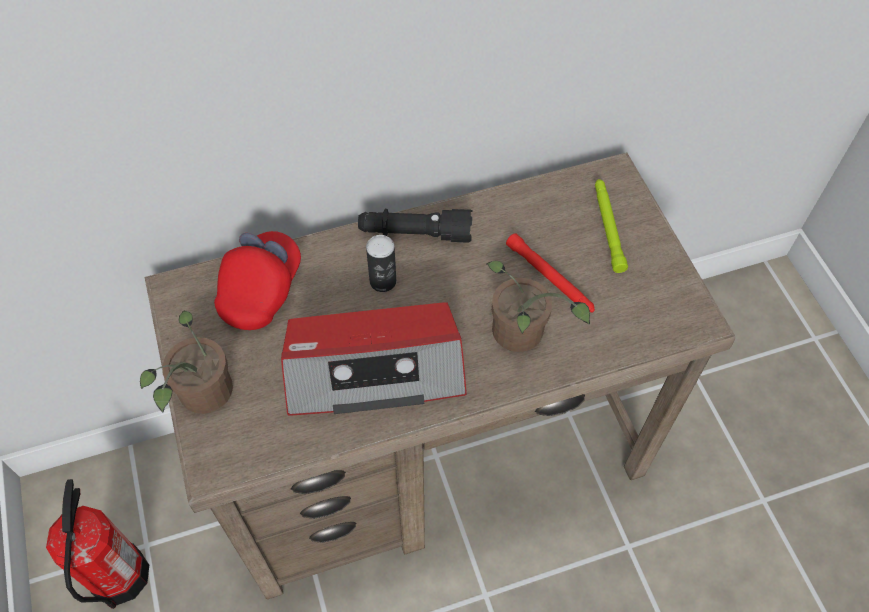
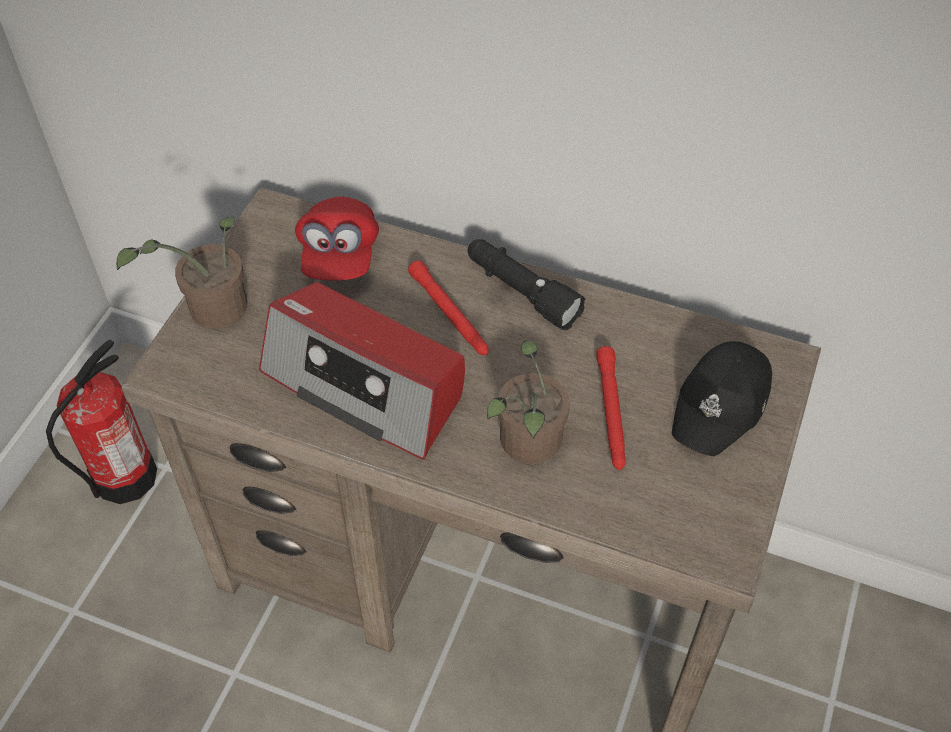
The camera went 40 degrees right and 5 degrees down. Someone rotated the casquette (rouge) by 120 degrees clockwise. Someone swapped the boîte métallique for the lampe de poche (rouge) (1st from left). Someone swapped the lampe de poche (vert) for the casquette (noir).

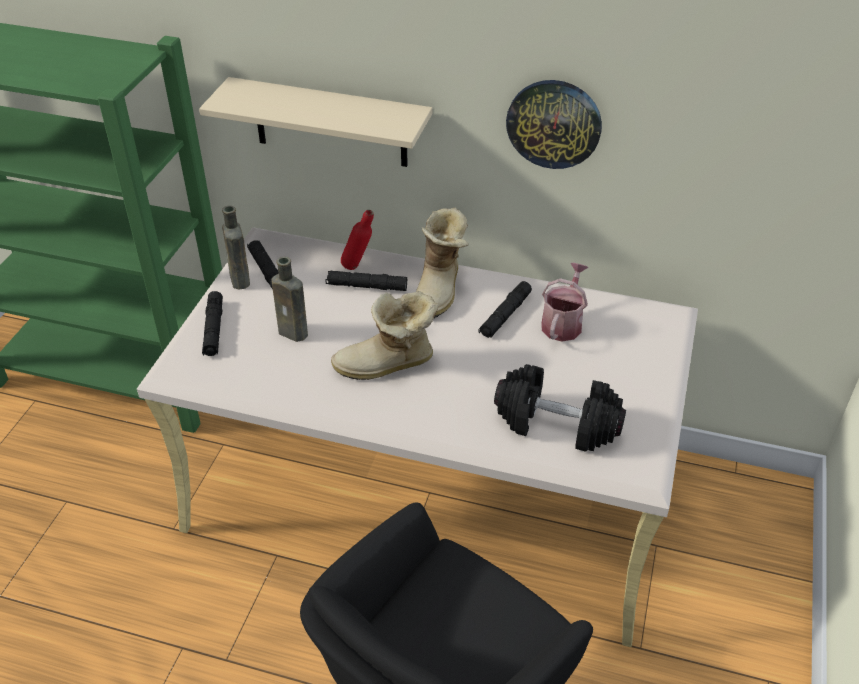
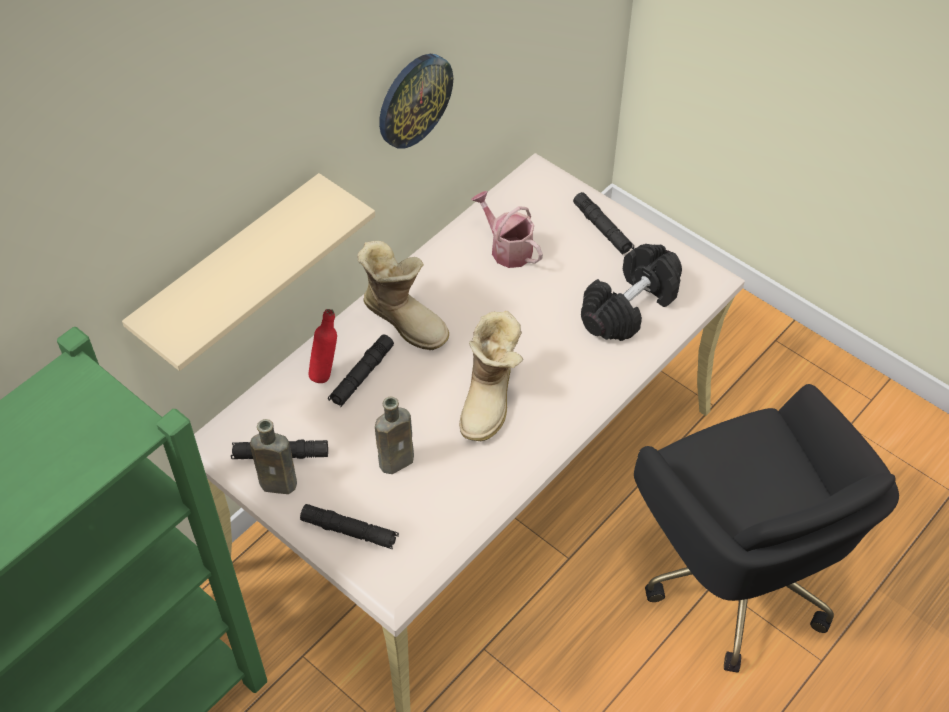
The camera went 65 degrees left and 10 degrees up. Someone carried the lampe de poche (noir) (4th from left).

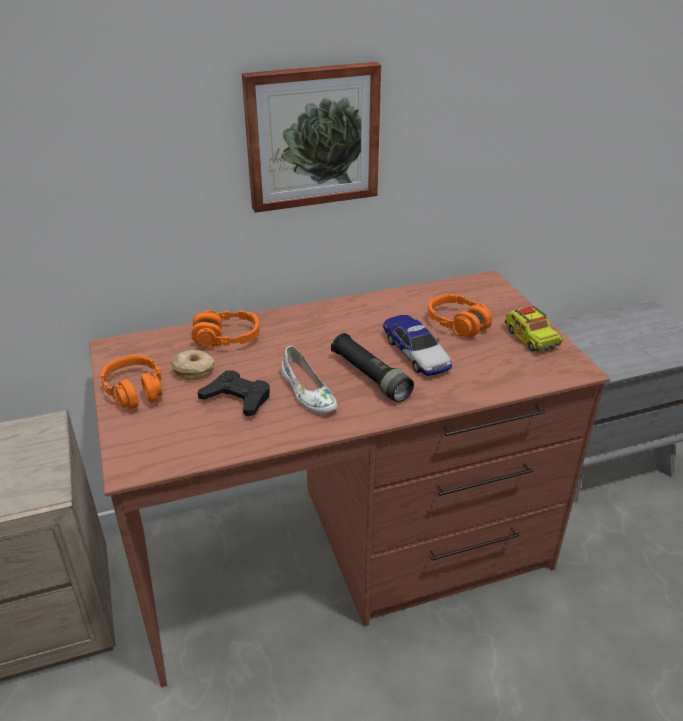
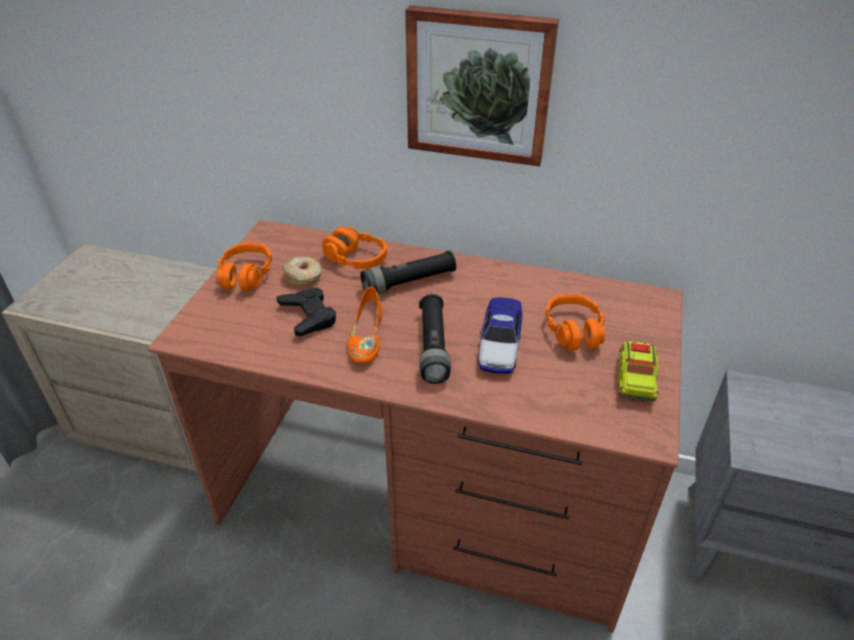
The camera went 35 degrees right and 5 degrees up. Someone repainted the chaussure (blanc), which became the chaussure (orange). Someone put down the lampe de poche (noir) (1st from left).

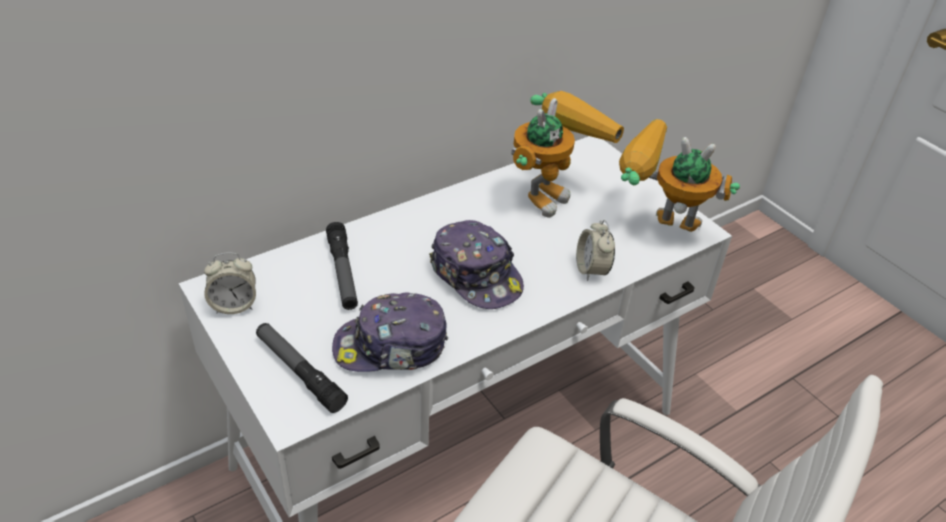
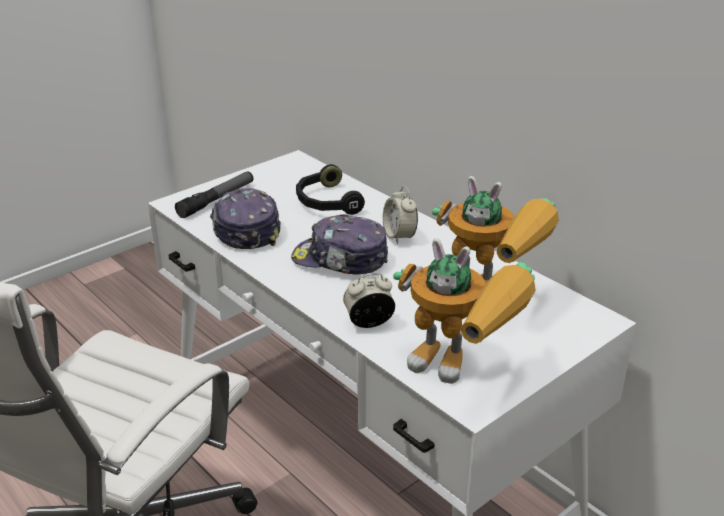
The camera went 85 degrees right and 10 degrees down. Someone carried the réveil (1st from left in the first image). Someone swapped the lampe de poche (2nd from left) for the casque audio (noir). Someone rotated the casquette (2nd from left) by 60 degrees clockwise. Someone rotated the robot jouet (2nd from left in the first image) by 105 degrees clockwise.

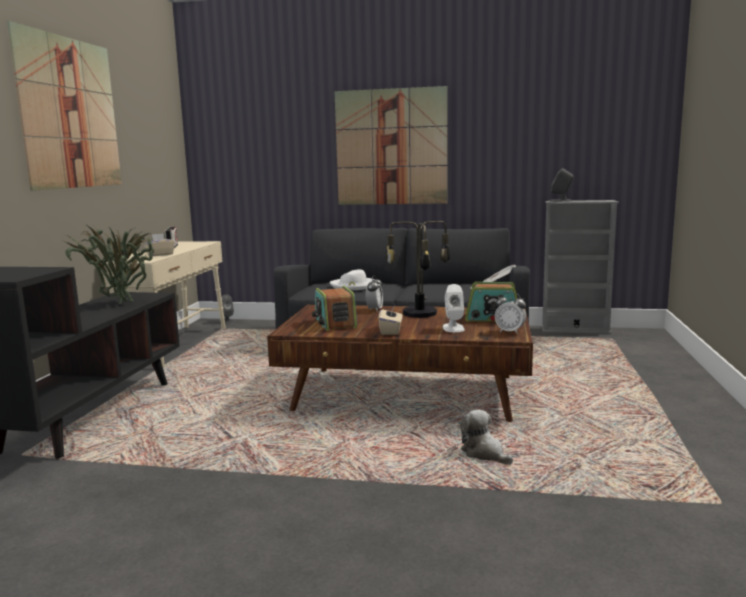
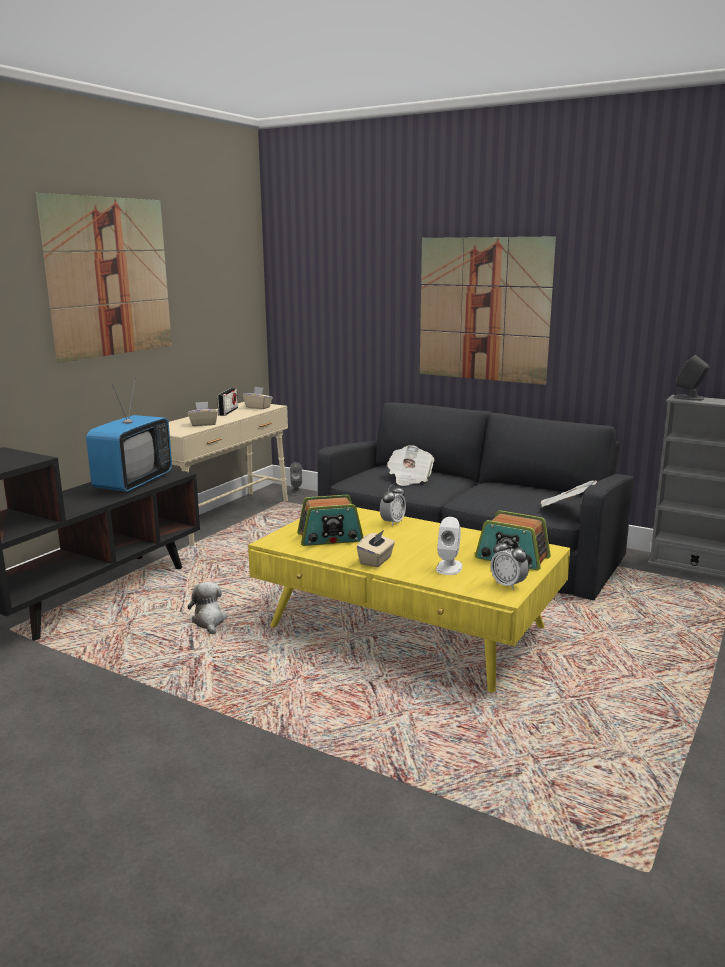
The camera went 20 degrees right and 5 degrees up. Someone swapped the plante en pot for the téléviseur. Someone repainted the table basse (marron), which became the table basse (jaune). Someone rotated the radio (2nd from left) by 105 degrees counterclockwise. Someone swapped the chapeau (blanc) for the journal (1st from left). Someone took away the lampe de table. Someone carried the peluche. Someone put down the boîte à mouchoirs (beige) (2nd from left).

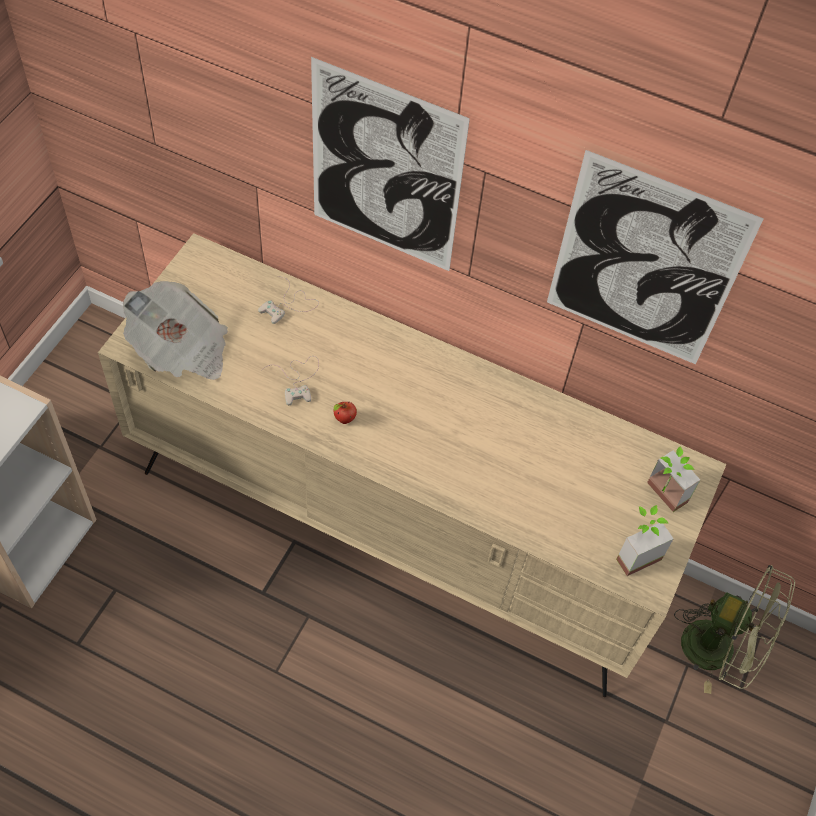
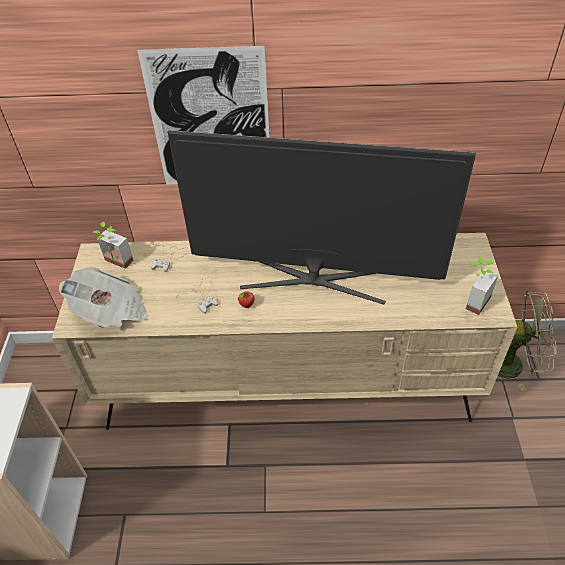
The camera went 20 degrees left and 10 degrees down. Someone took away the tableau (2nd from left). Someone carried the plante en pot (2nd from left in the first image). Someone put down the téléviseur.

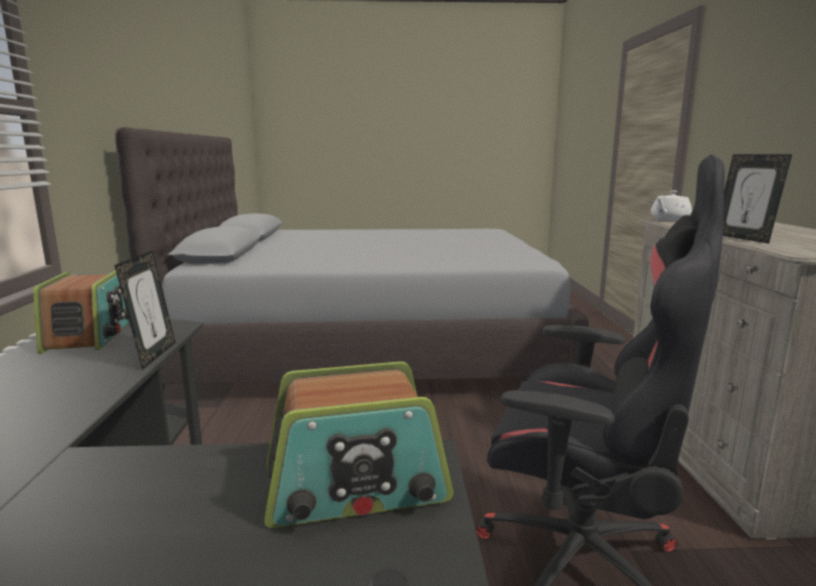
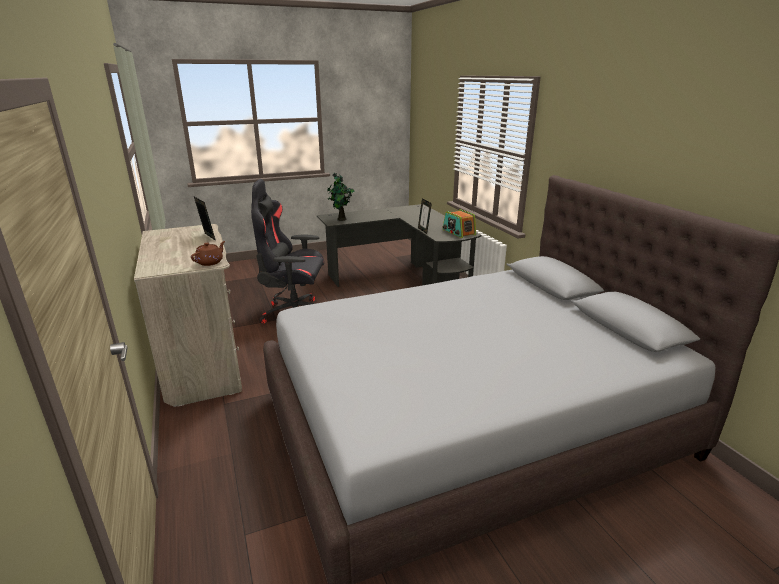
The camera went 160 degrees right and 10 degrees up. Someone swapped the radio (2nd from left) for the plante en pot. Someone repainted the théière (blanc), which became the théière (marron).

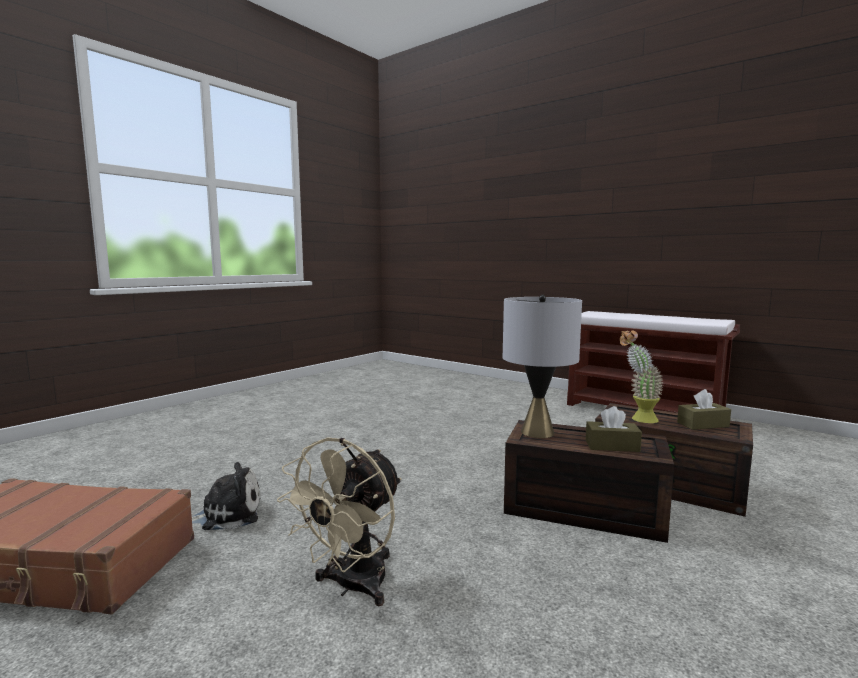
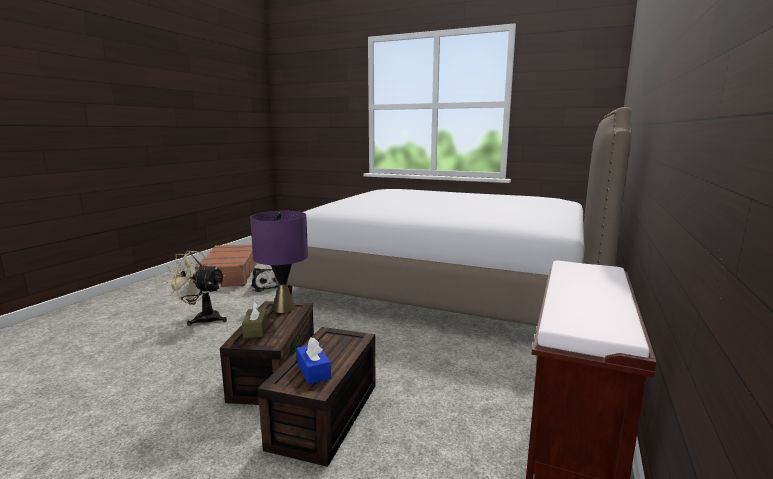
The camera went 75 degrees right and 5 degrees up. Someone repainted the lampe de table (gris), which became the lampe de table (violet). Someone took away the plante en pot. Someone repainted the boîte à mouchoirs (marron) (2nd from left), which became the boîte à mouchoirs (bleu). Someone put down the lit.

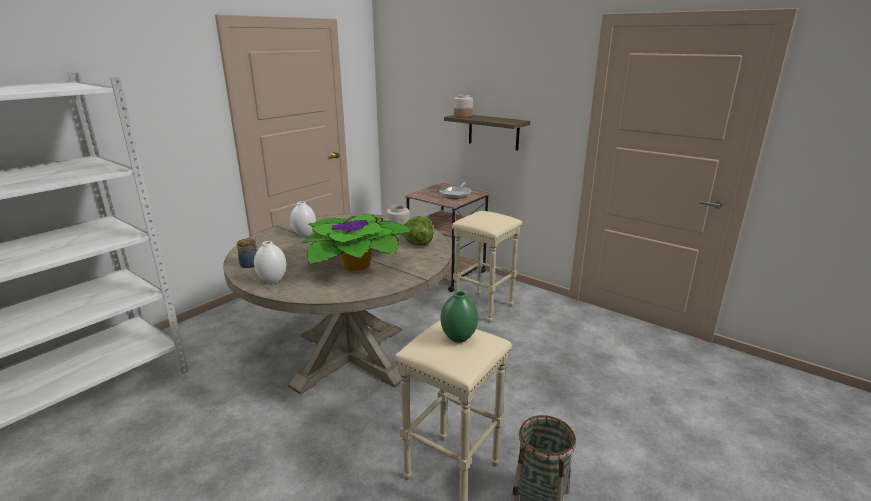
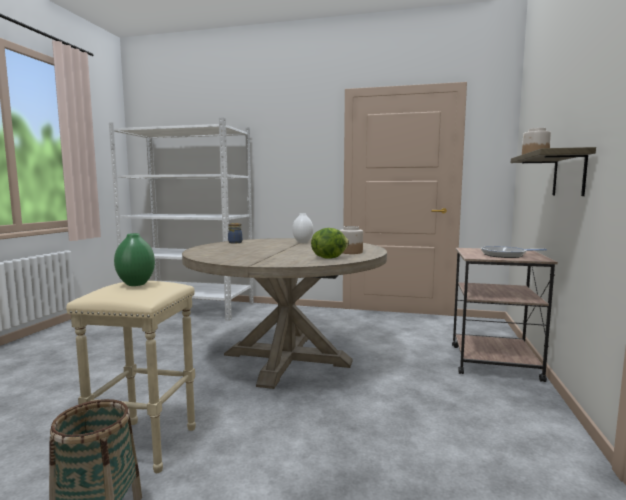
The camera went 65 degrees right and 15 degrees down. Someone took away the vase (blanc) (1st from left). Someone took away the plante en pot. Someone took away the tabouret (beige) (2nd from left).

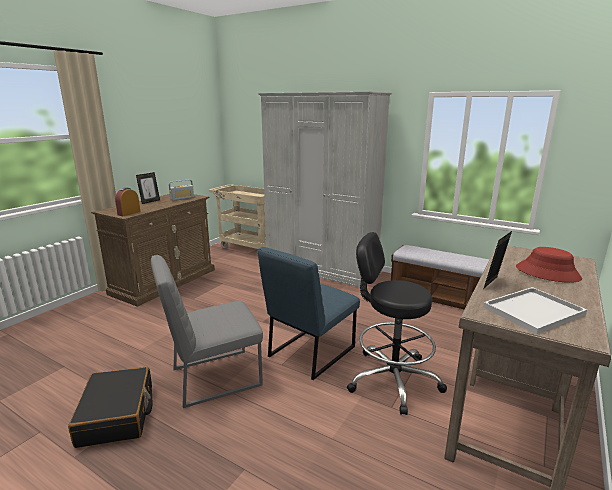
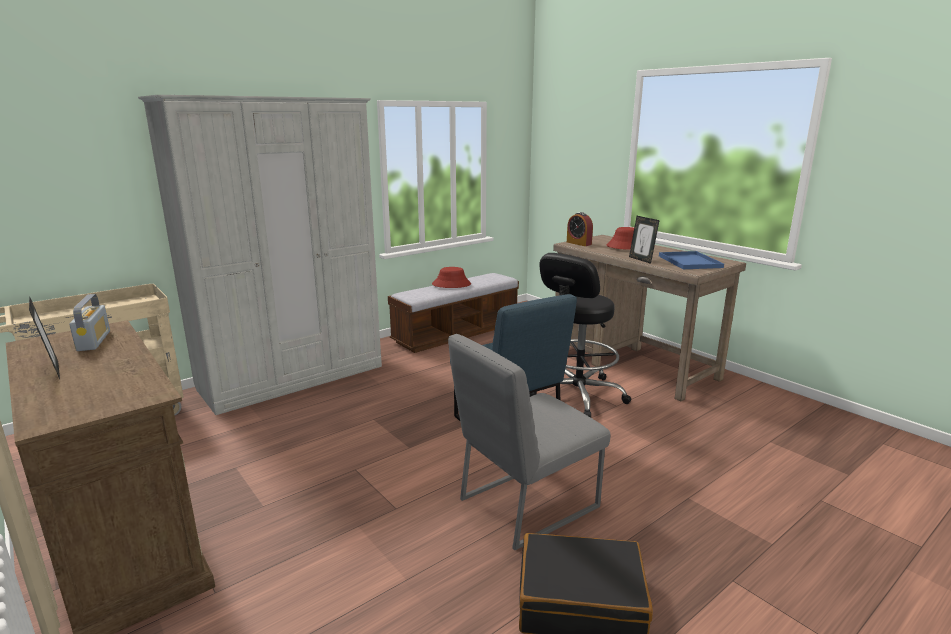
The camera went 70 degrees left and 0 degrees up. Someone carried the réveil. Someone rotated the chaise (gris) by 60 degrees clockwise. Someone repainted the plateau (blanc), which became the plateau (bleu). Someone put down the chapeau (rouge) (1st from left).

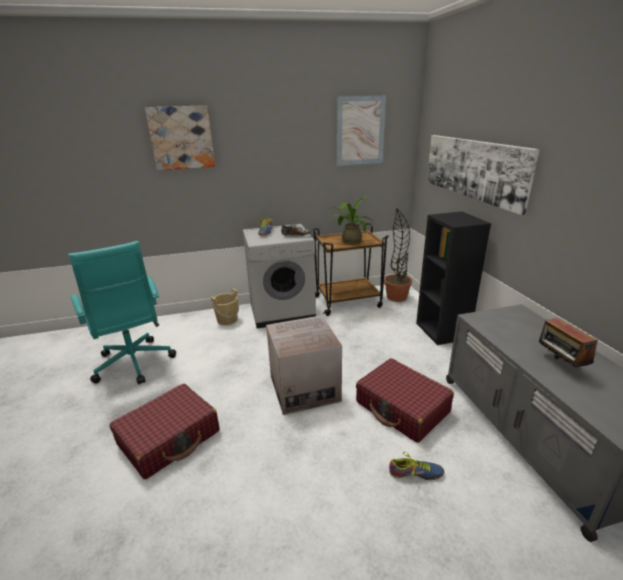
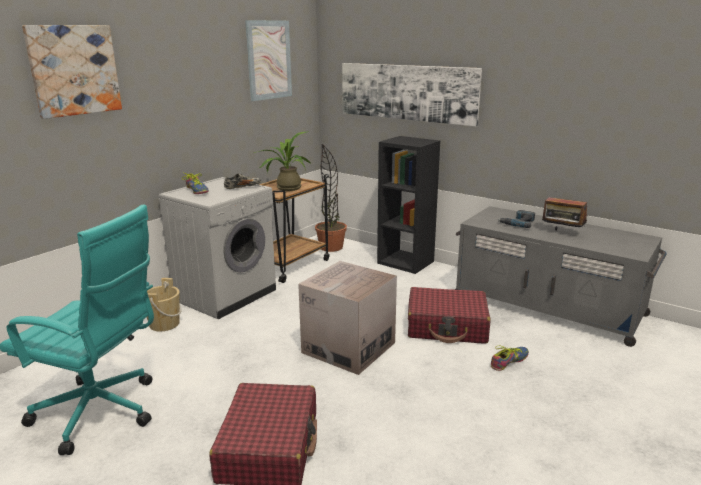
The camera went 40 degrees left and 5 degrees down. Someone put down the perceuse.

